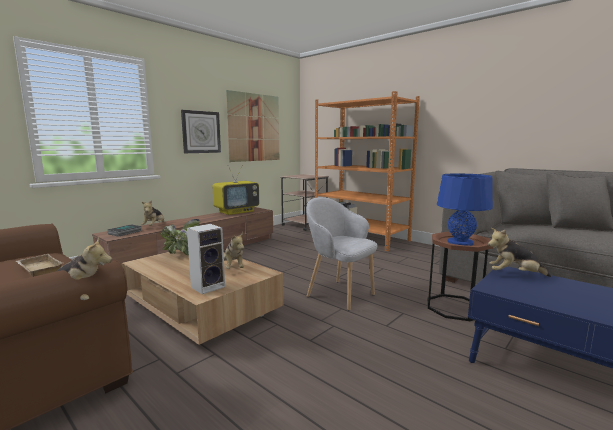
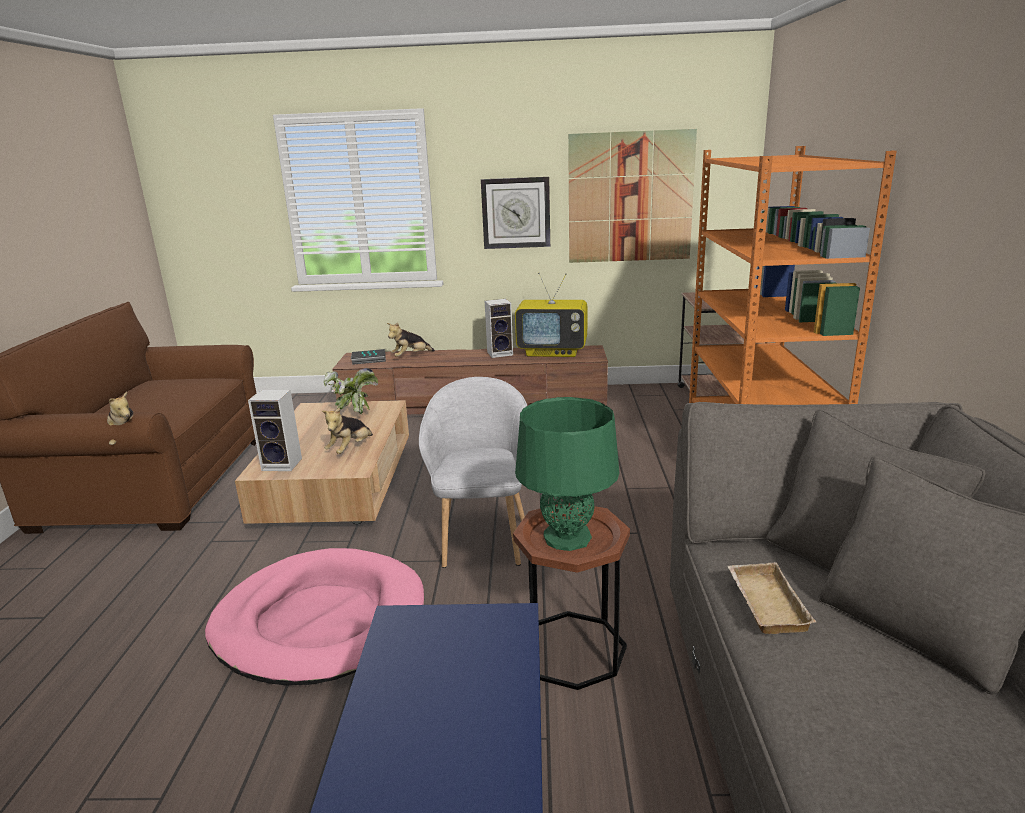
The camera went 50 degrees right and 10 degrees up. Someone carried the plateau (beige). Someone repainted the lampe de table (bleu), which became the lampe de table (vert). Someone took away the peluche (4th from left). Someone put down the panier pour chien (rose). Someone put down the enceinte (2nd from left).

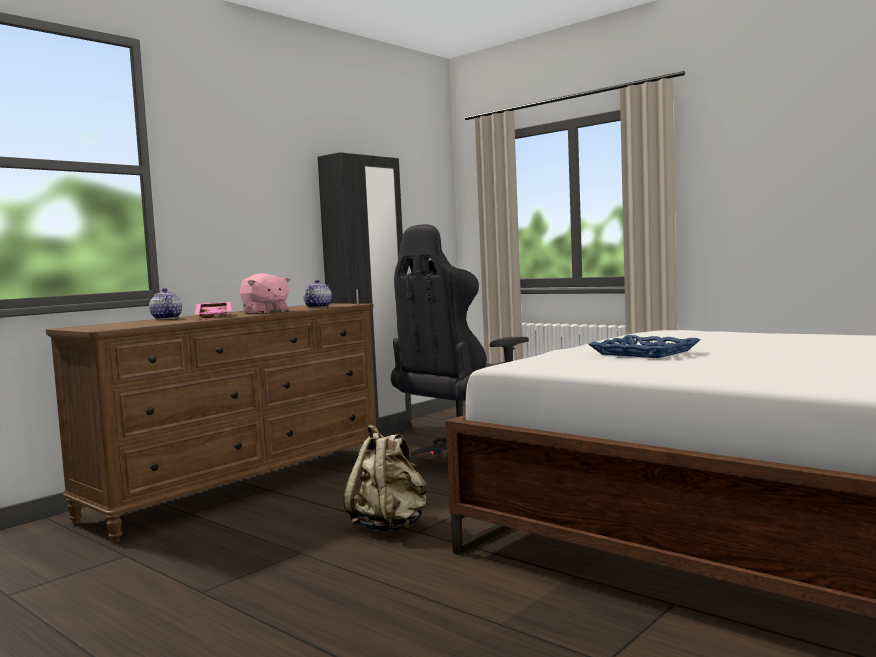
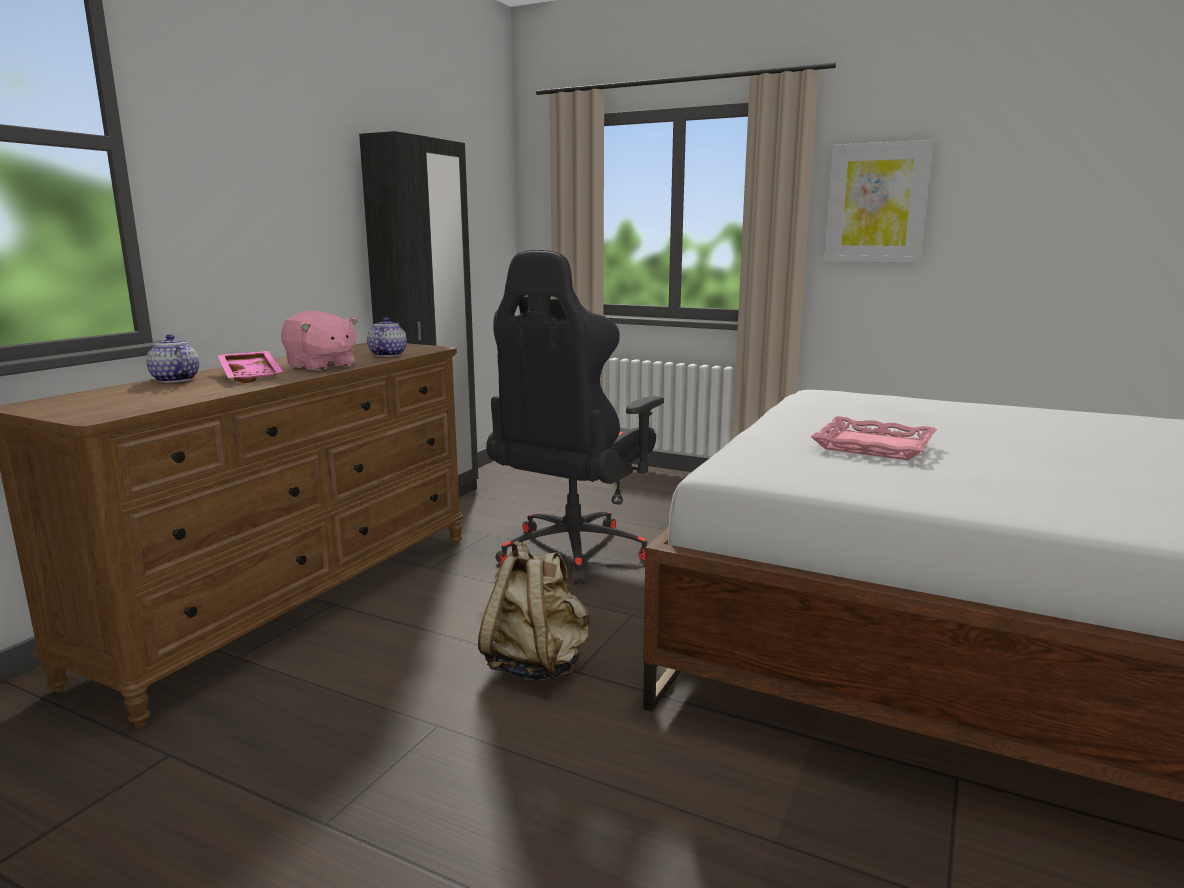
The camera went 15 degrees left and 10 degrees up. Someone repainted the plateau (bleu), which became the plateau (rose) (2nd from left). Someone put up the tableau.

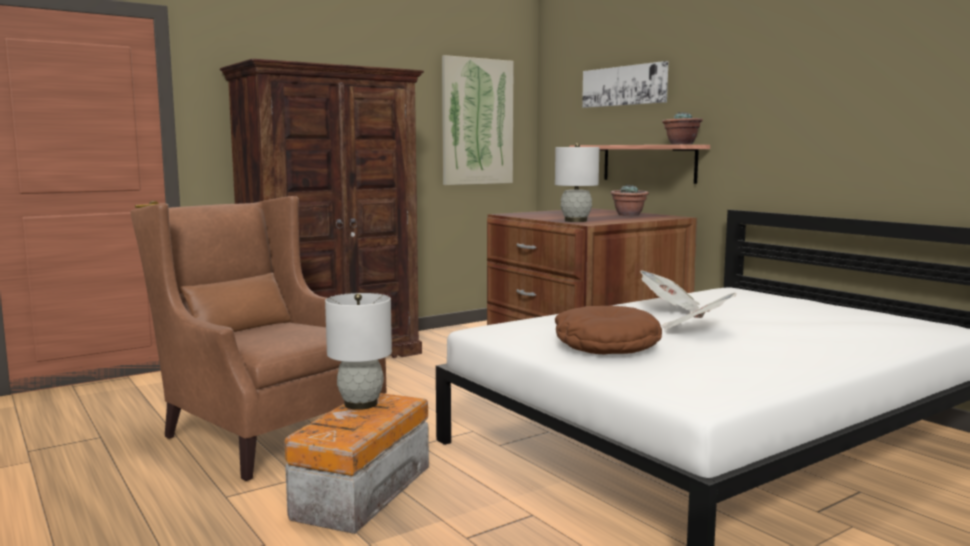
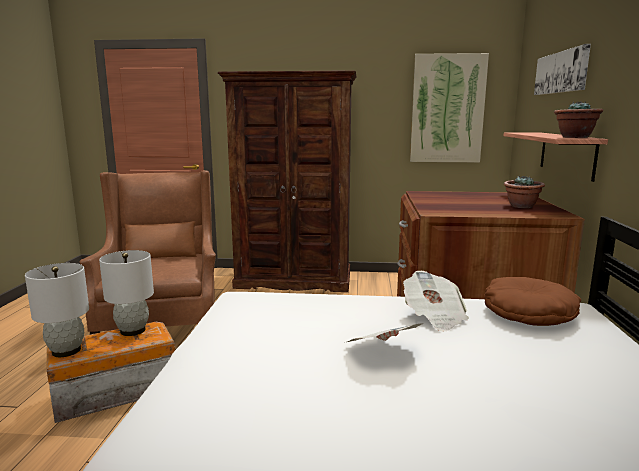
The camera went 40 degrees right and 5 degrees up. Someone carried the lampe de table (blanc) (2nd from left in the first image). Someone carried the coussin (marron).

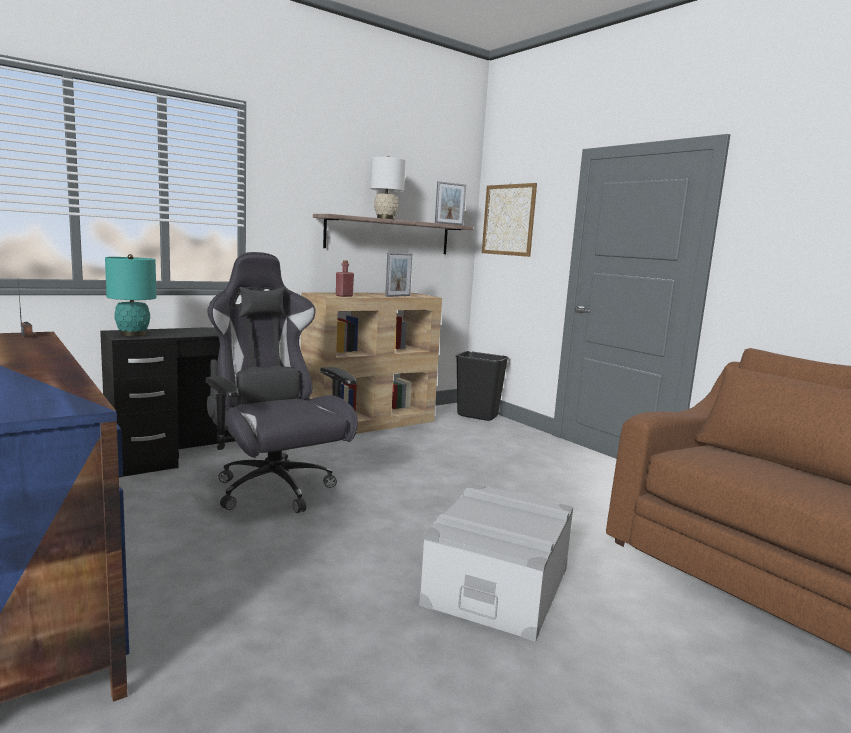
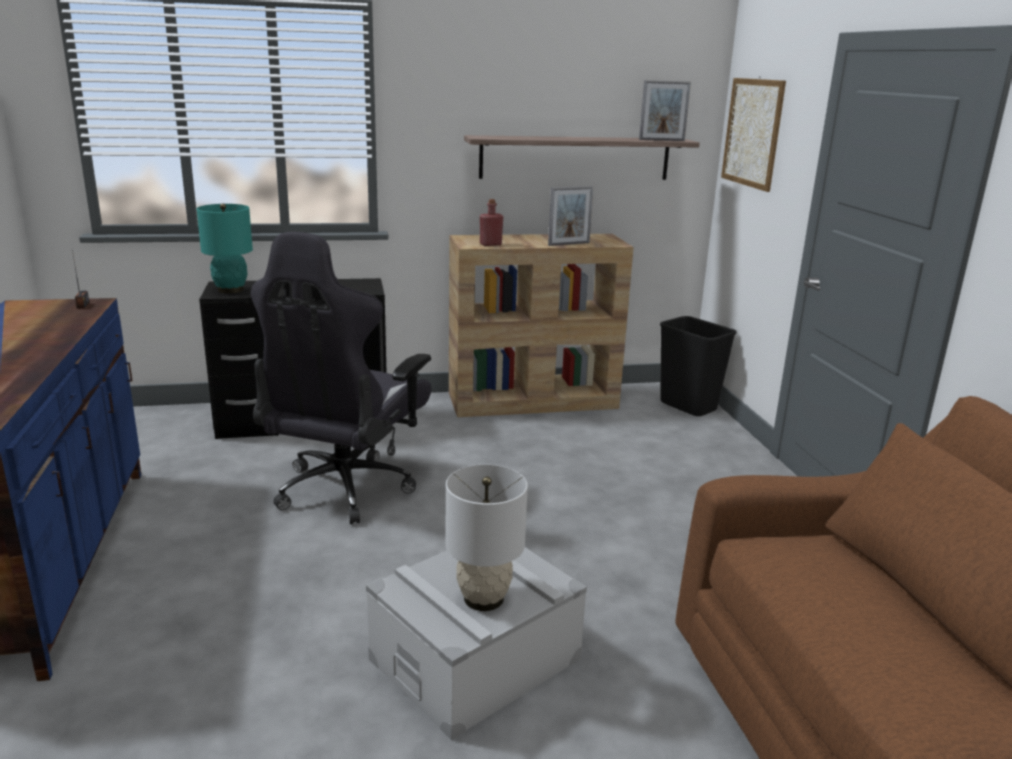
The camera went 25 degrees right and 10 degrees up. Someone rotated the chaise de bureau (noir) by 150 degrees counterclockwise. Someone carried the lampe de table (blanc).

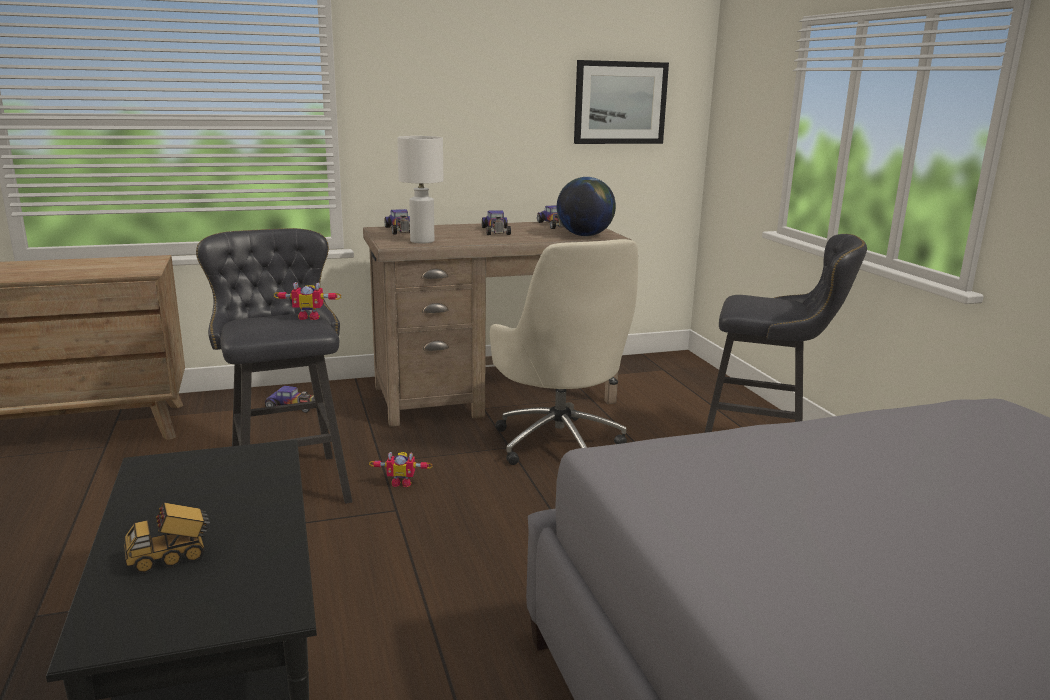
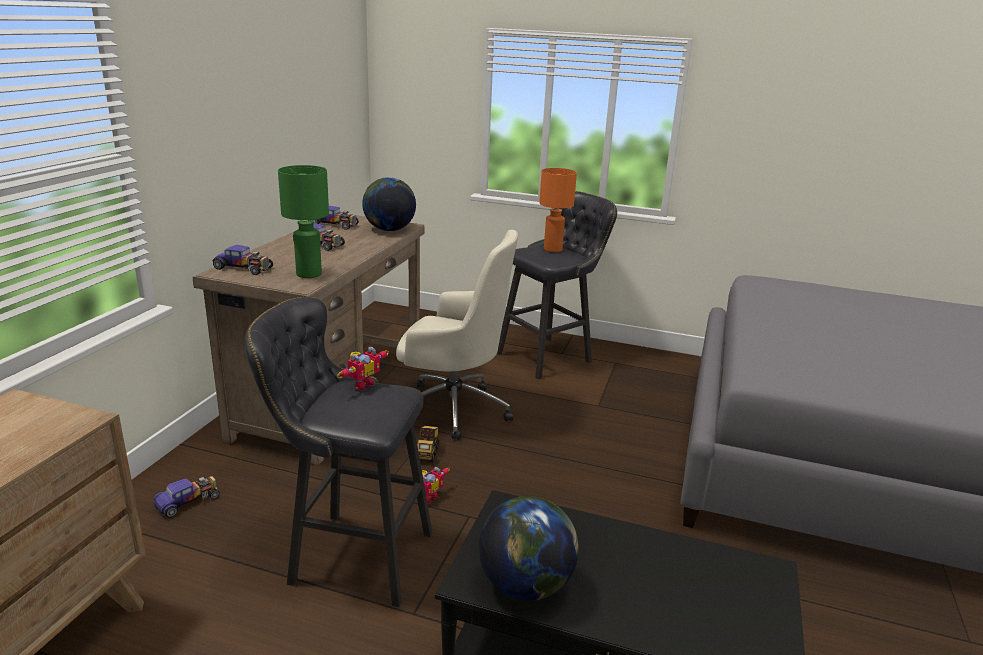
The camera went 55 degrees left and 5 degrees up. Someone carried the camion jouet. Someone repainted the lampe de table (blanc), which became the lampe de table (vert). Someone took away the tableau. Someone put down the globe (2nd from left). Someone put down the lampe de table (orange).

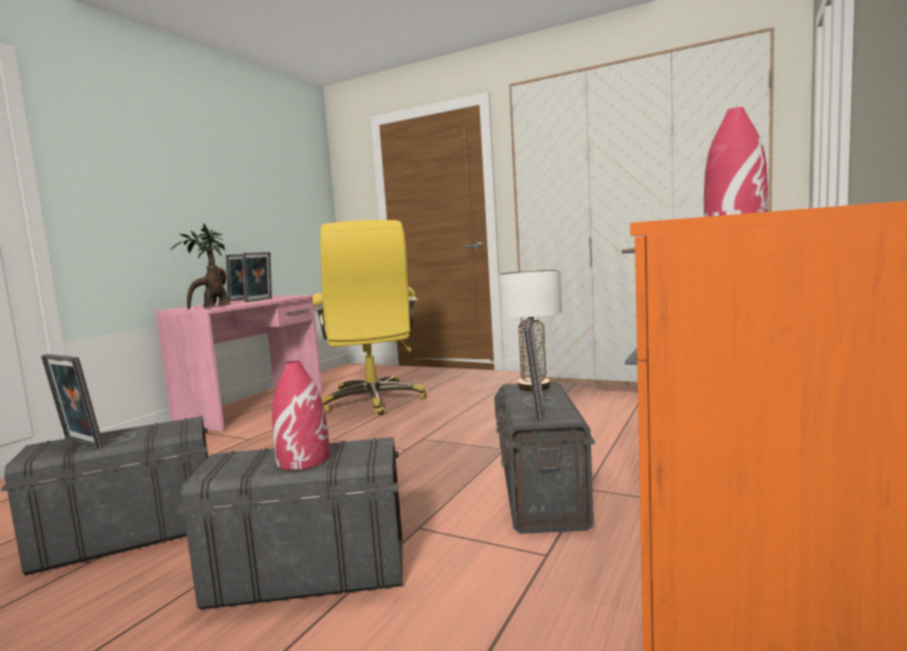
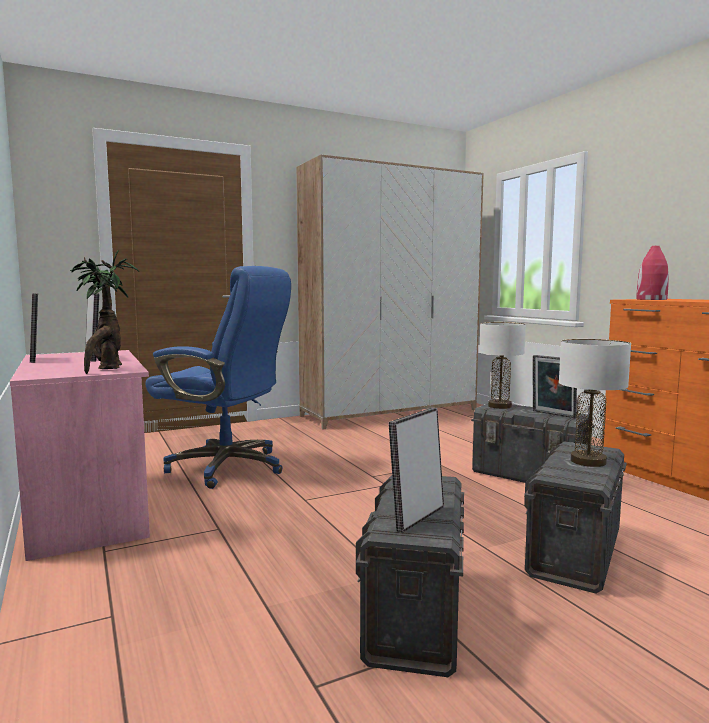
The camera went 55 degrees left and 0 degrees up. Someone rotated the cadre photo (1st from left in the first image) by 150 degrees clockwise. Someone swapped the vase (rouge) (1st from left) for the lampe de table (2nd from left). Someone repainted the chaise de bureau (jaune), which became the chaise de bureau (bleu).

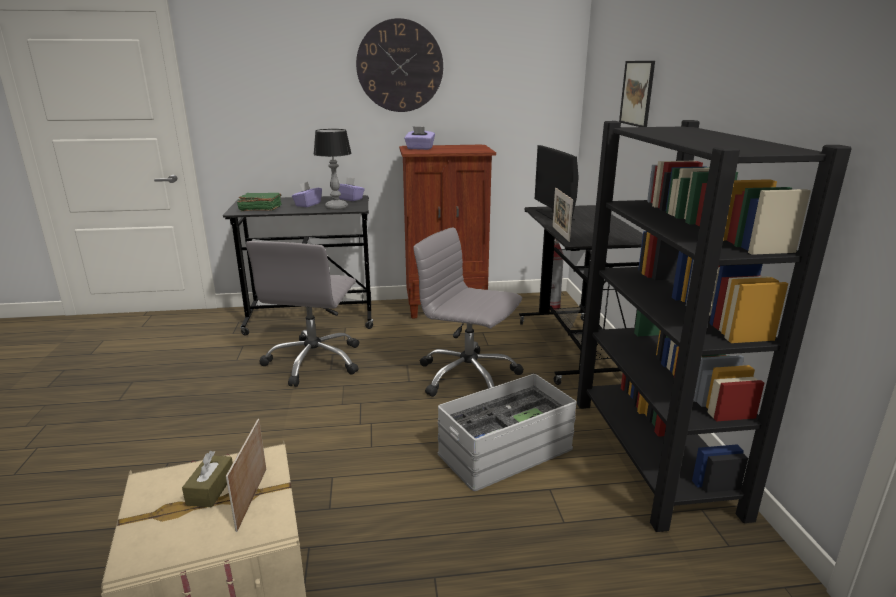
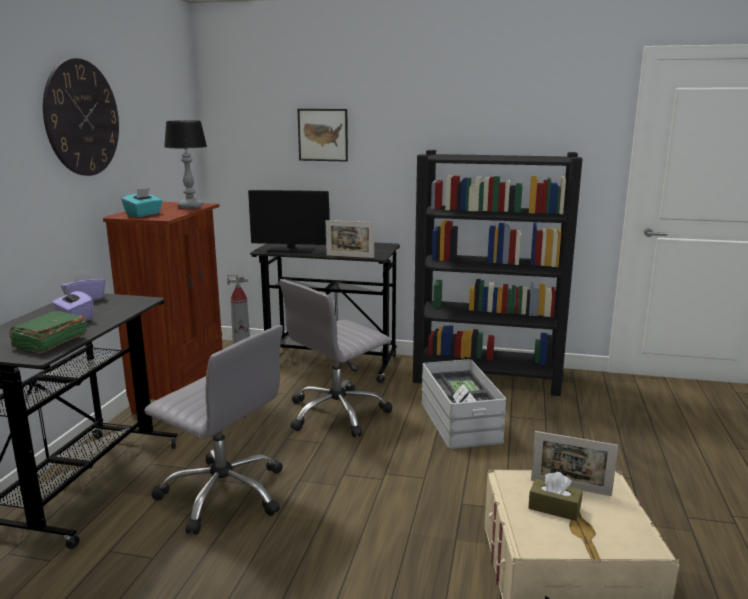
The camera went 70 degrees left and 5 degrees down. Someone carried the lampe de table. Someone repainted the boîte à mouchoirs (violet) (3rd from left), which became the boîte à mouchoirs (turquoise).

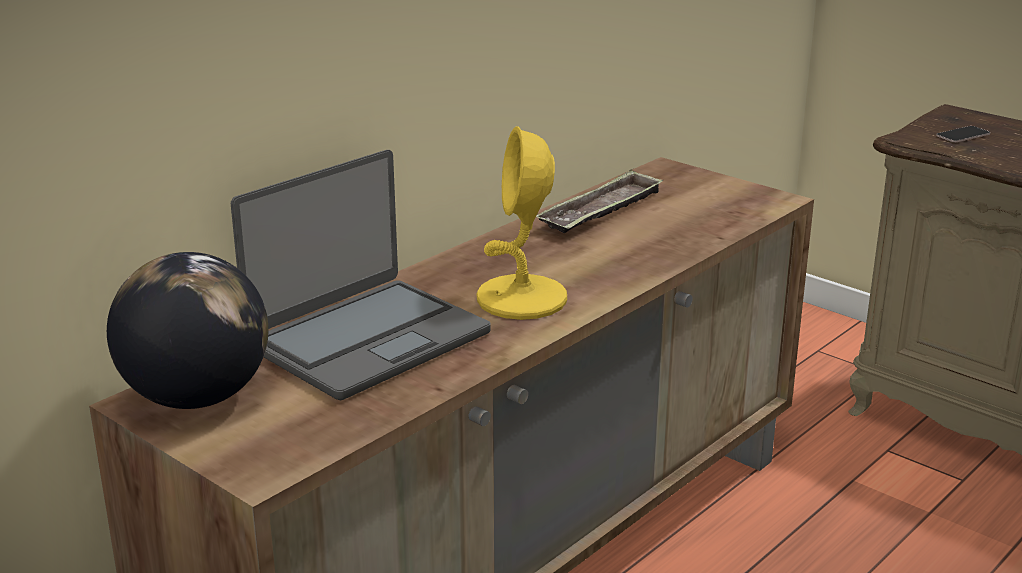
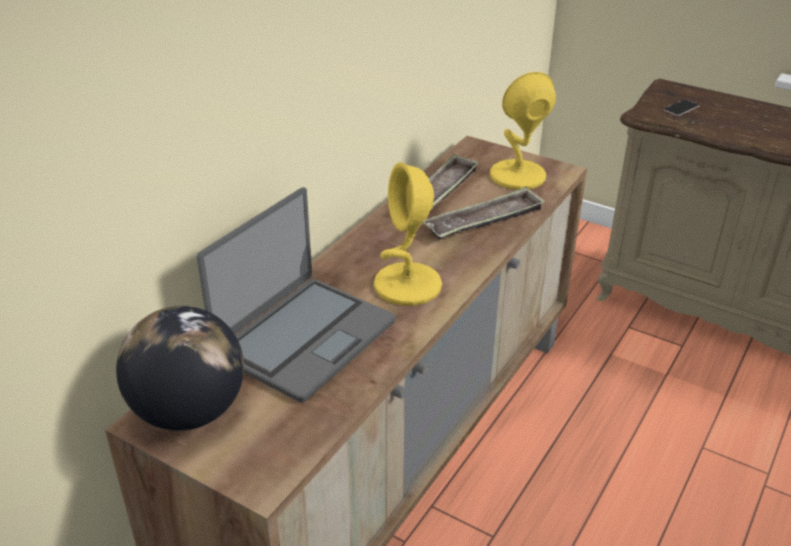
The camera went 10 degrees left and 10 degrees up. Someone put down the plateau (2nd from left). Someone put down the lampe de table (jaune) (2nd from left).

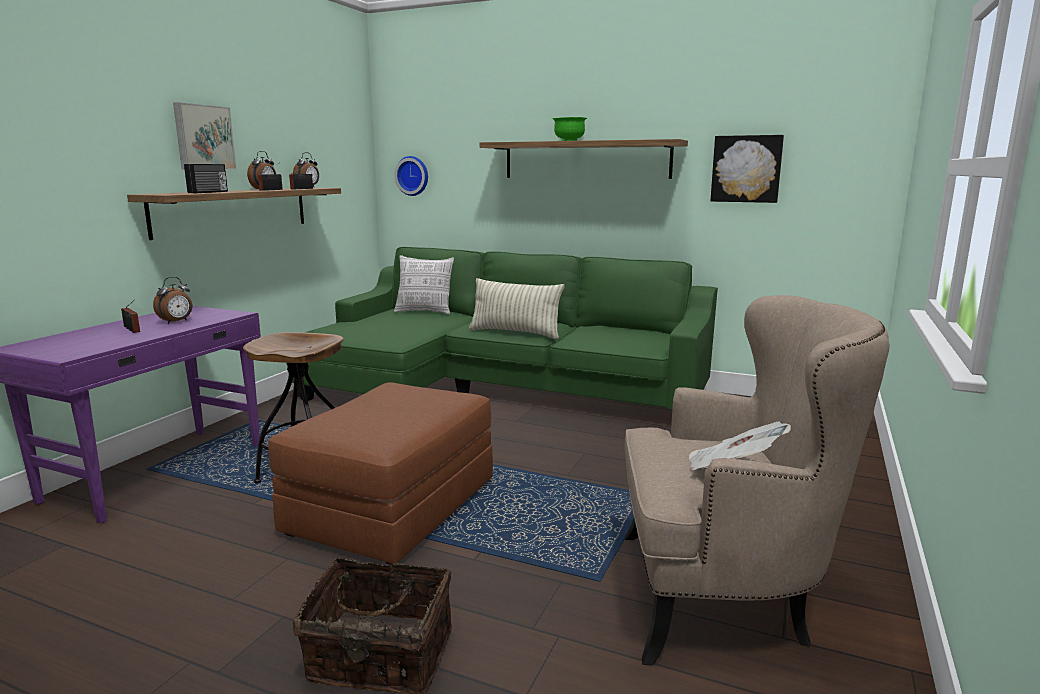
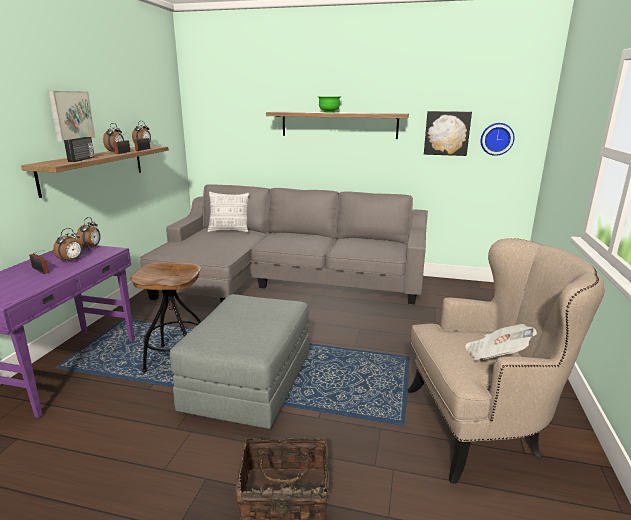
The camera went 10 degrees left and 5 degrees up. Someone repainted the pouf (marron), which became the pouf (gris). Someone repainted the canapé (vert), which became the canapé (gris). Someone carried the horloge murale. Someone took away the coussin (2nd from left). Someone put down the réveil (2nd from left).

